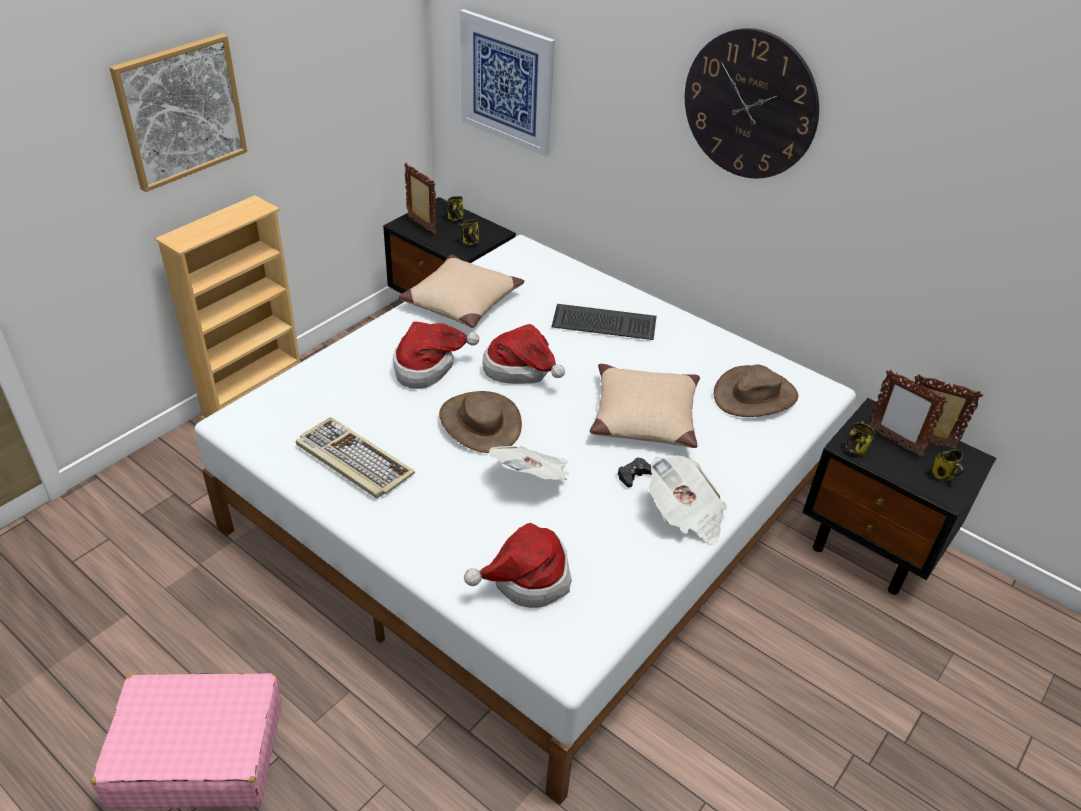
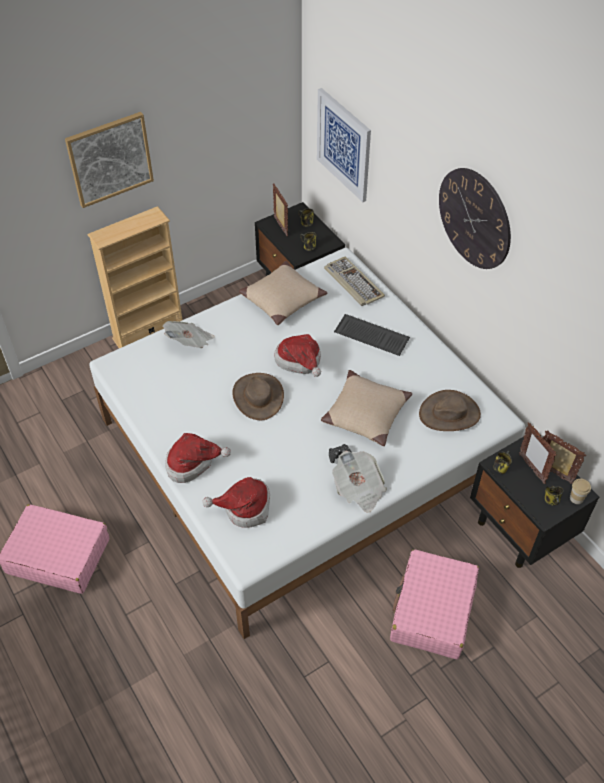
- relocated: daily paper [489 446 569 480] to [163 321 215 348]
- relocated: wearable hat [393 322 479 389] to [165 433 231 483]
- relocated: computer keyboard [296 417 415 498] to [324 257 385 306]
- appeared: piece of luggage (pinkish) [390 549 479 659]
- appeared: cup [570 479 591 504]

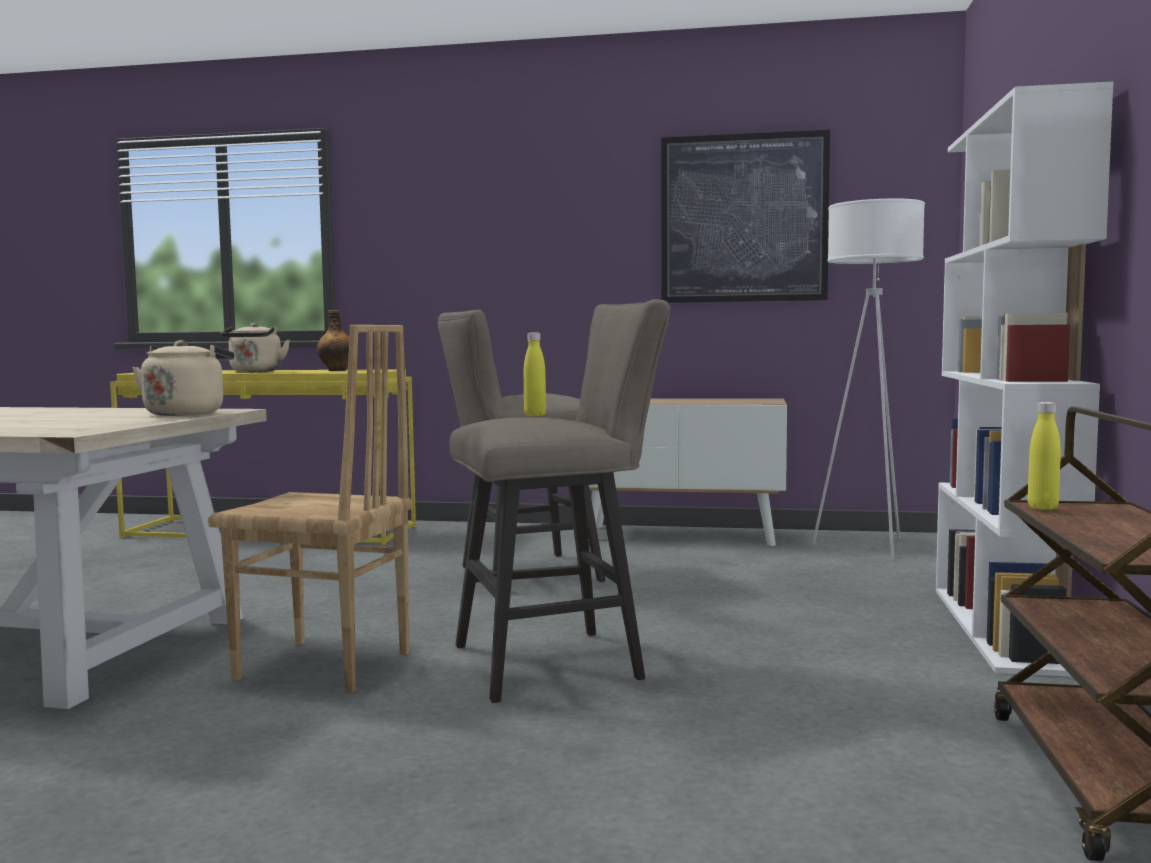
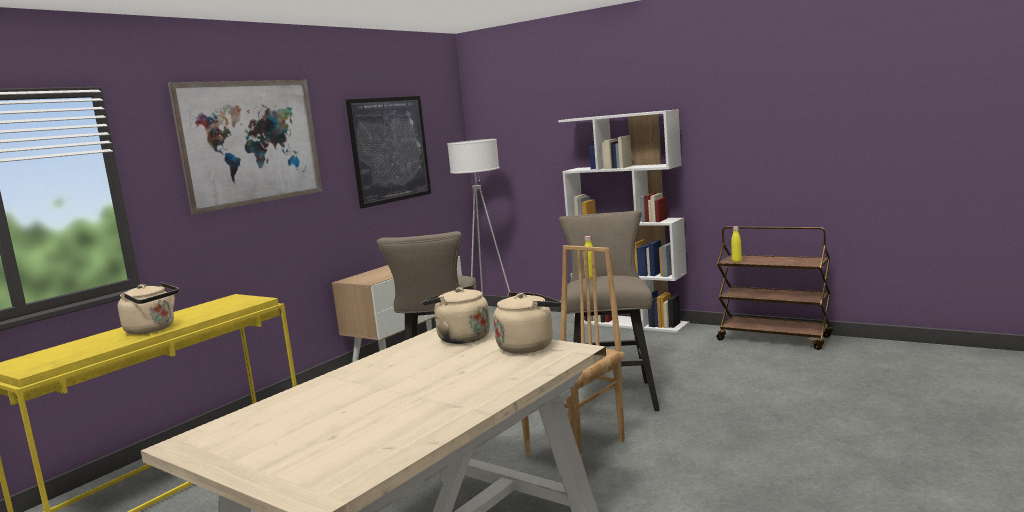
- appeared: wall picture [168 80 322 215]
- appeared: water kettle (beige-coloured) [494 292 561 354]
- missing: drink bottle [317 310 349 371]

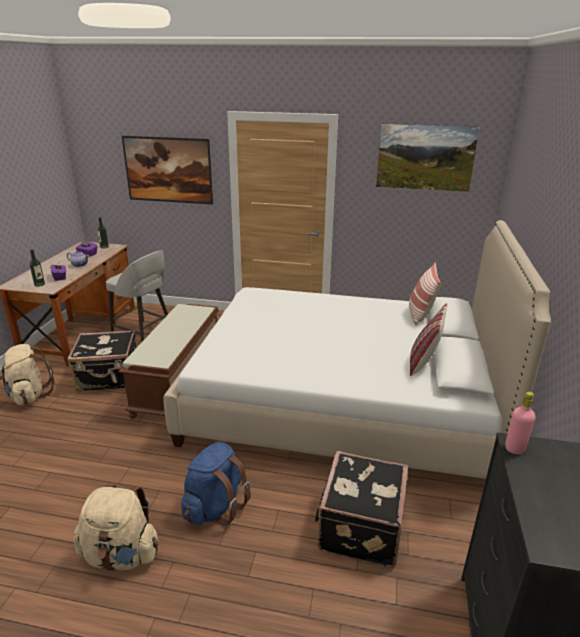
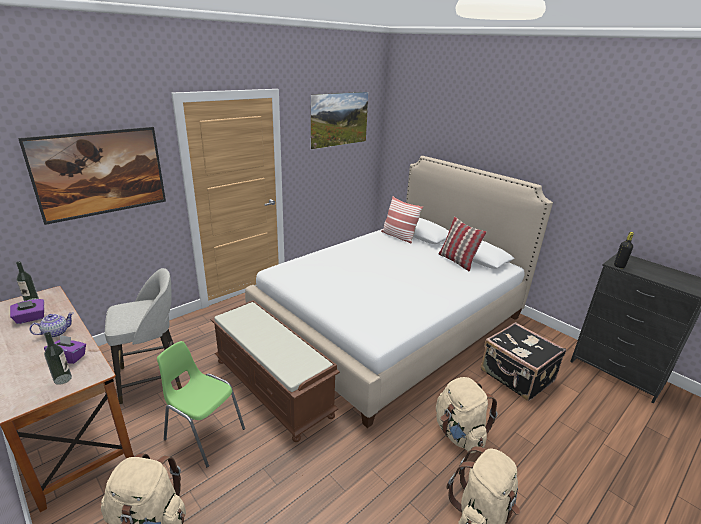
- exchanged: piece of luggage (black) [68 330 137 391] to chair (green-coloured) [157 341 245 467]
- colour: backpack (blue-coloured) [181 442 251 526] to backpack (beige-coloured) [436 377 498 453]
- colour: drink bottle (pinkish) [505 391 535 454] to drink bottle (black) [614 232 634 268]

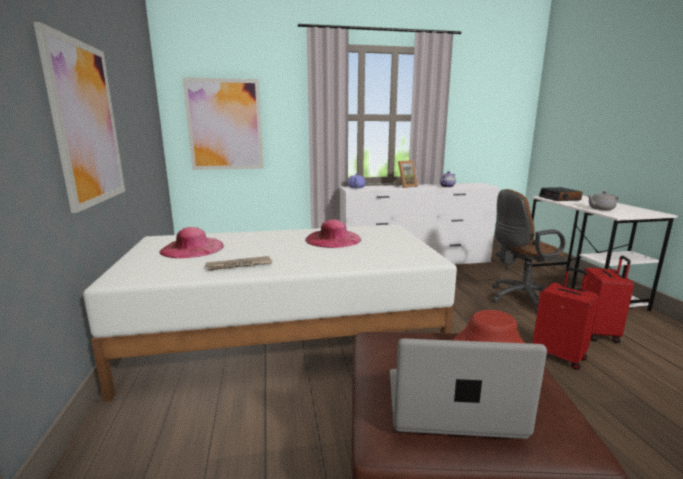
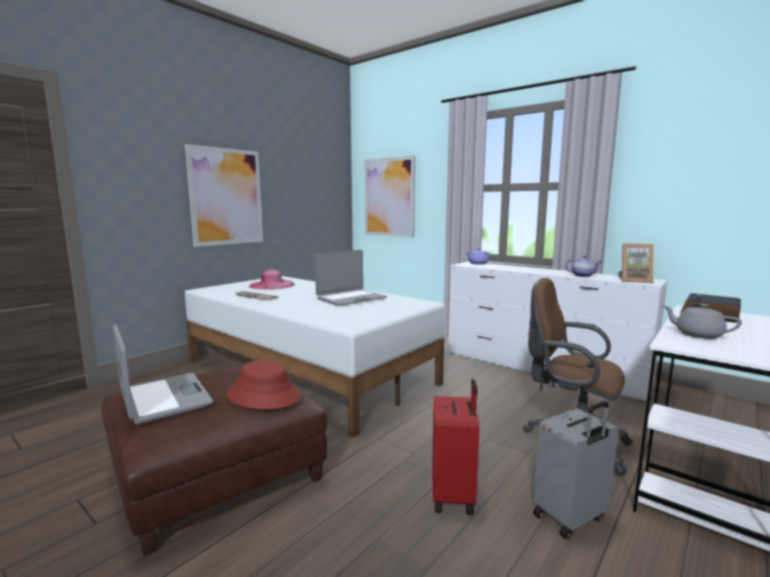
- exchanged: wearable hat (pinkish) [305 219 361 248] to notebook computer [315 250 387 306]
- colour: piece of luggage (reddish) [581 256 634 343] to piece of luggage (gray) [533 401 619 539]
- relocated: photo frame [393 160 418 188] to [618 243 654 283]

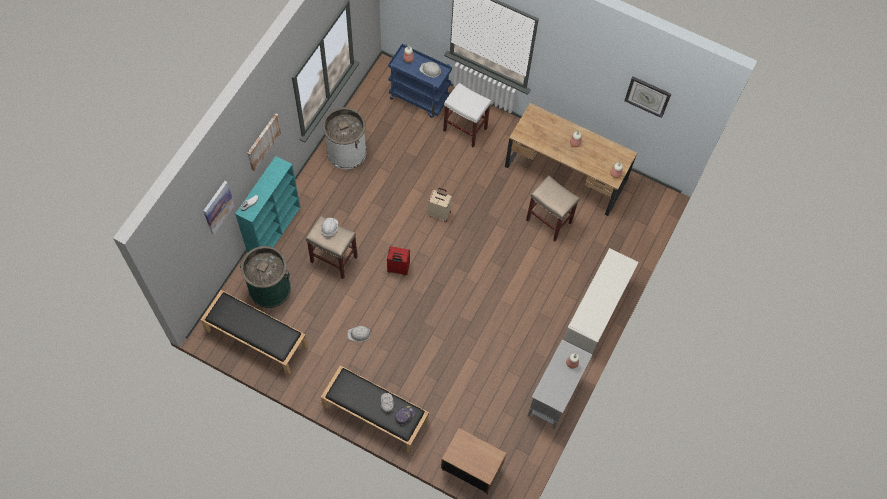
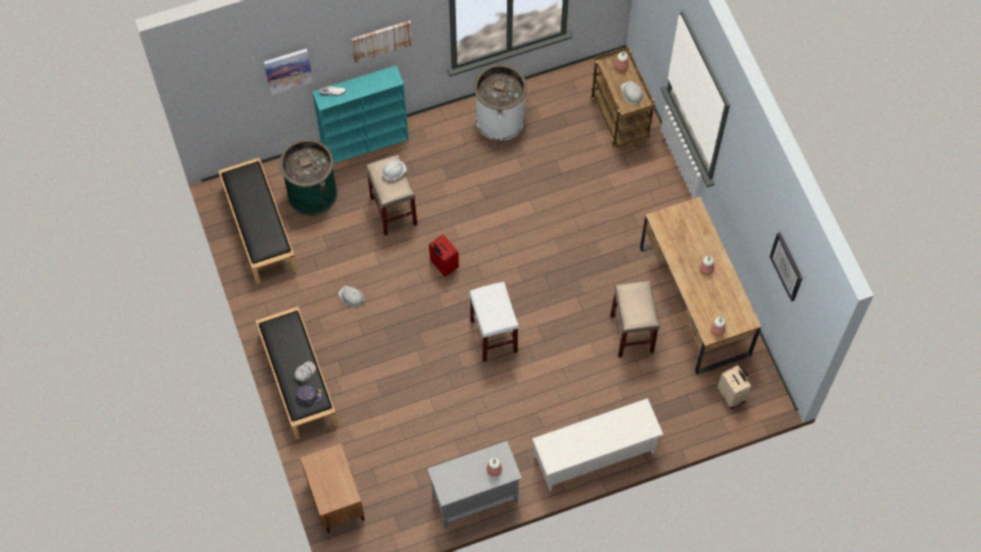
- relocated: sitting stool (white) [443 83 491 147] to [469 282 519 362]
- colour: cart (blue-coloured) [388 44 452 118] to cart (brown-coloured) [591 47 655 148]
- relocated: piece of luggage (beige-coloured) [428 188 452 222] to [718 365 751 409]

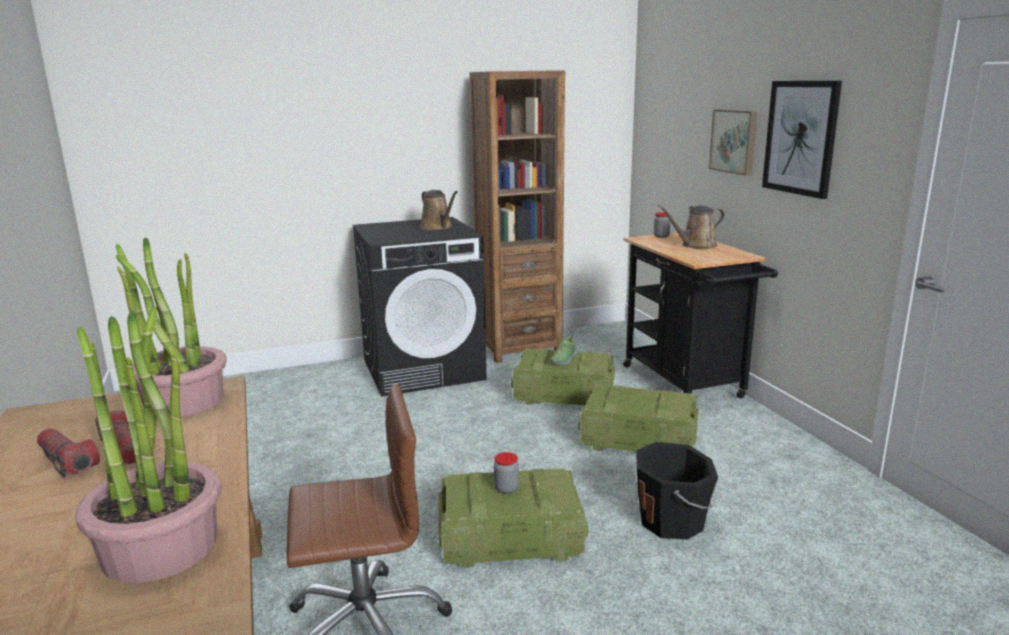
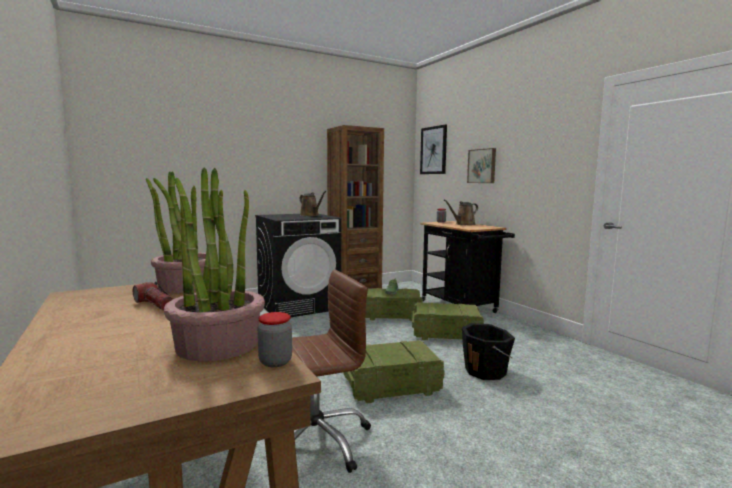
- relocated: preserve jar [494 452 519 494] to [258 312 292 367]
- relocated: wall picture [762 81 842 199] to [420 124 447 174]
- missing: flashlight [37 428 100 477]

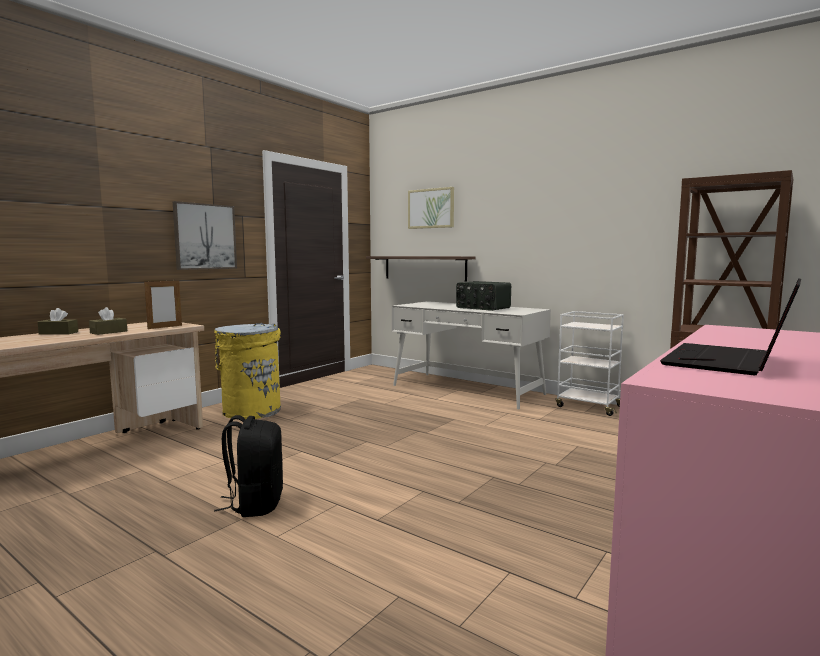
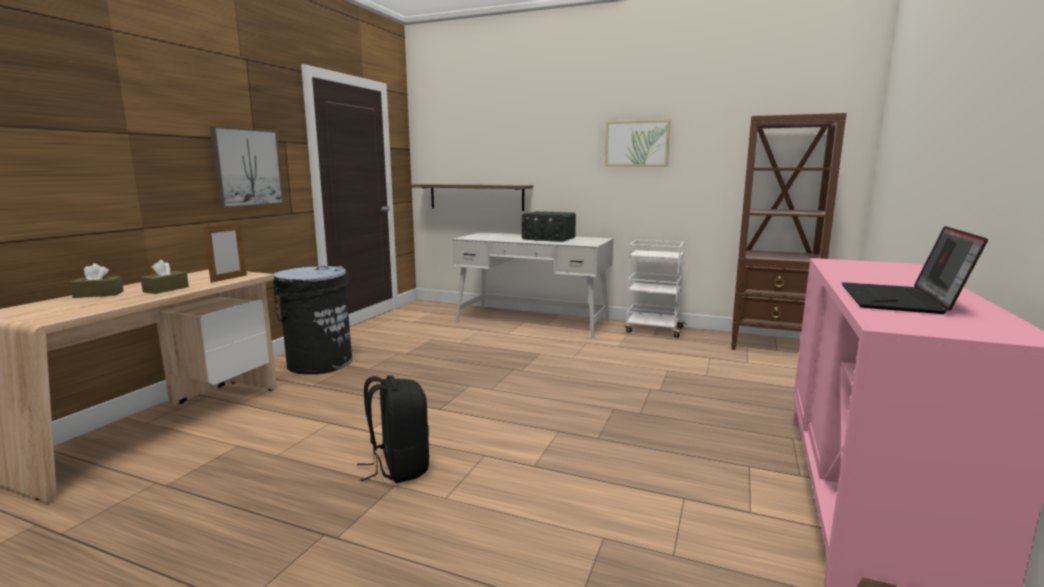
- colour: waste bin (yellow) [214 323 281 420] to waste bin (black) [273 266 352 375]
- relocated: wall picture [408 187 454 229] to [605 119 671 167]

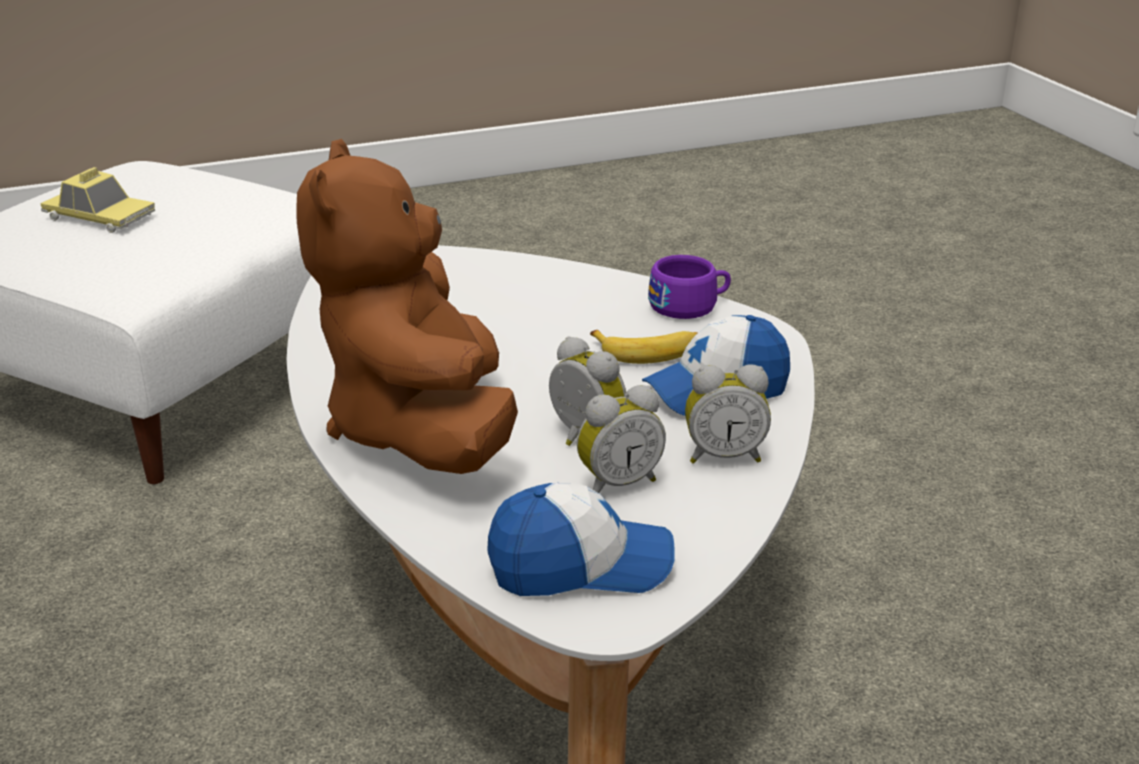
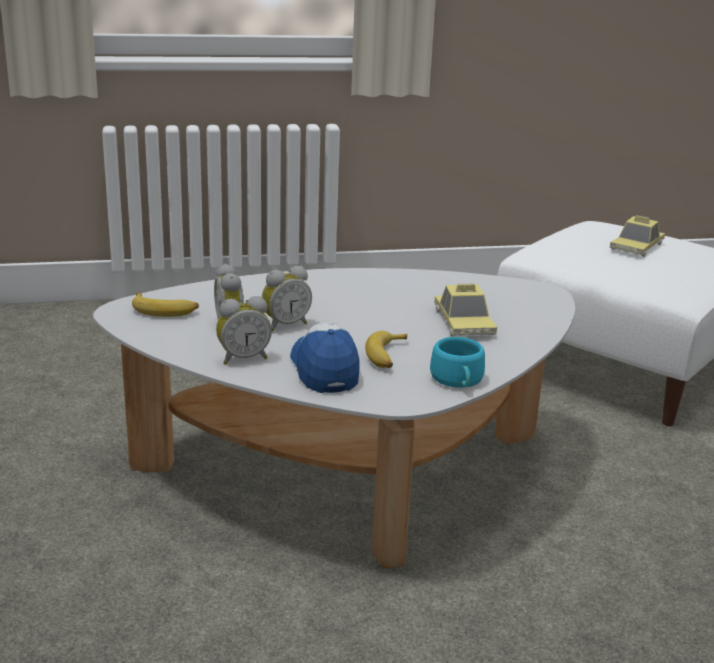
- exchanged: baseball cap [487 483 674 596] to banana [132 293 199 317]
- spun: table clock [685 364 771 464] = [216 296 272 365] 120 degrees counterclockwise
- colour: cup (purplish) [648 255 731 319] to cup (turquoise-coloured) [430 337 485 388]
- appeared: toy car [434 284 497 337]
- missing: soft toy (brown-coloured) [297 139 518 474]

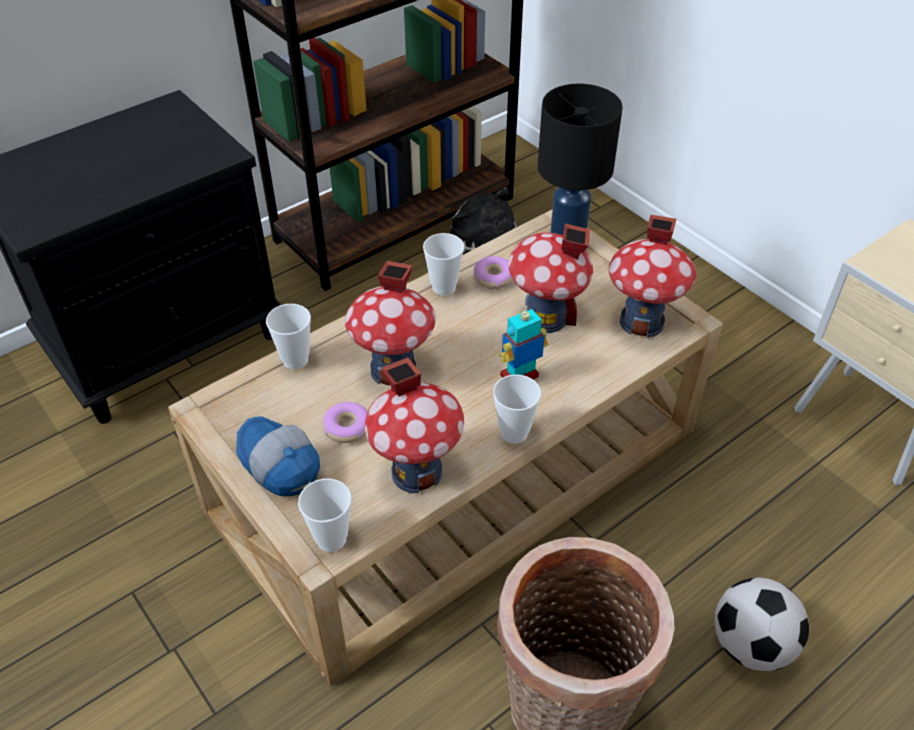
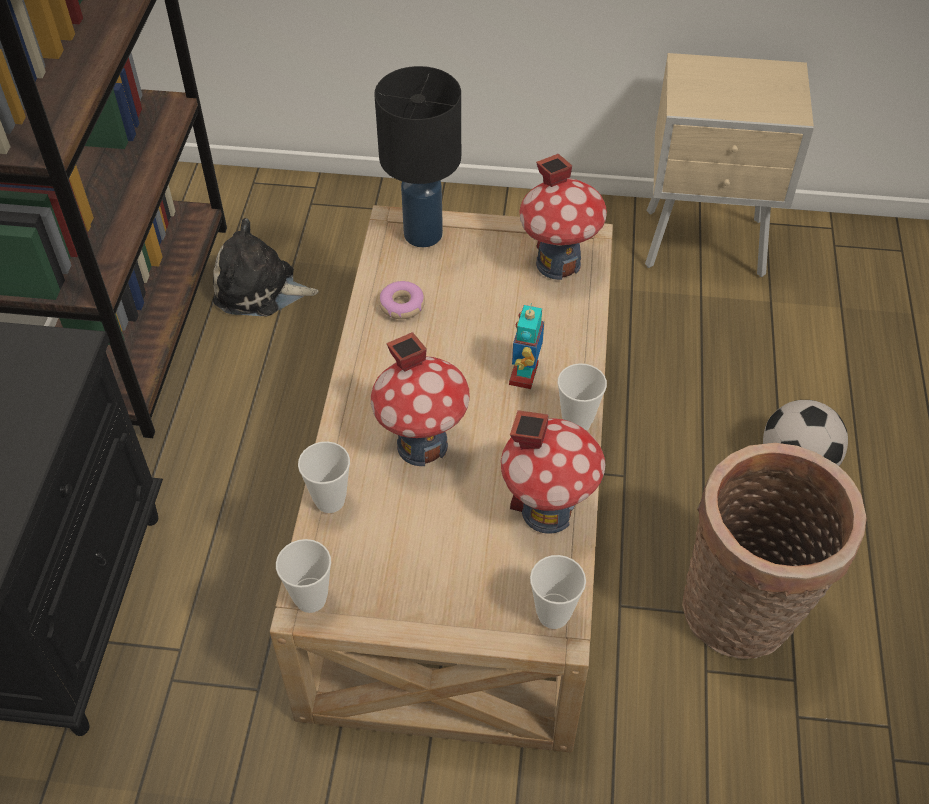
- relocated: cup [423 233 464 296] to [276 539 331 613]
- missing: baseball cap [236 416 320 496]
- missing: donut [322 402 368 443]
- missing: miniature house [508 223 593 333]

